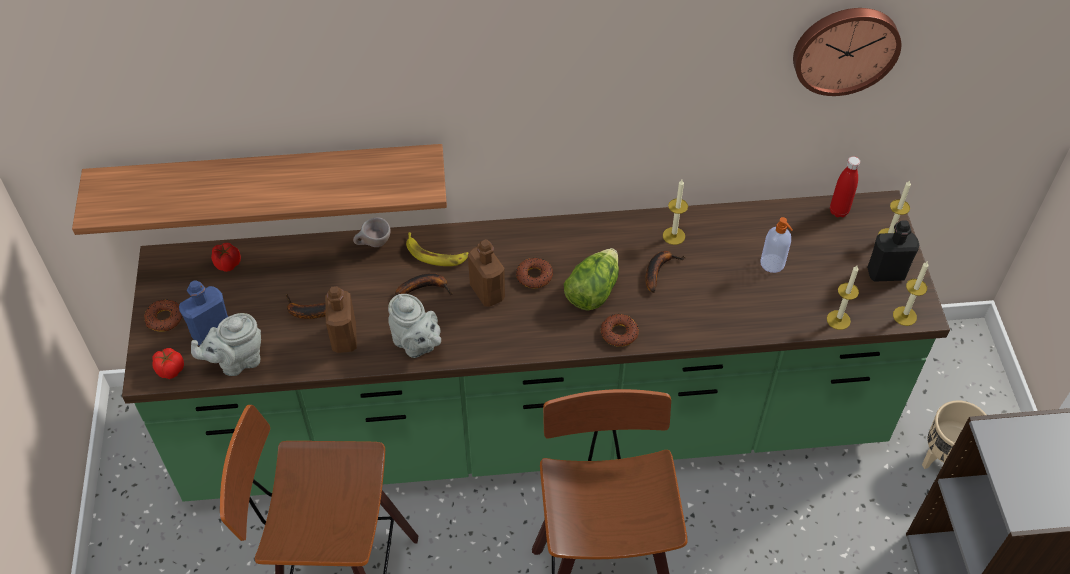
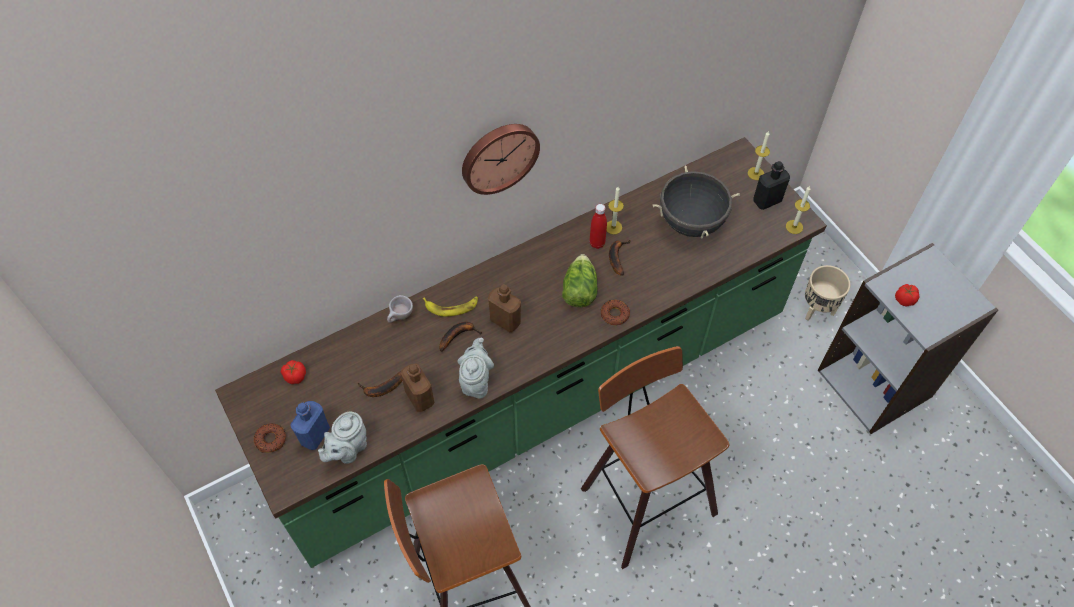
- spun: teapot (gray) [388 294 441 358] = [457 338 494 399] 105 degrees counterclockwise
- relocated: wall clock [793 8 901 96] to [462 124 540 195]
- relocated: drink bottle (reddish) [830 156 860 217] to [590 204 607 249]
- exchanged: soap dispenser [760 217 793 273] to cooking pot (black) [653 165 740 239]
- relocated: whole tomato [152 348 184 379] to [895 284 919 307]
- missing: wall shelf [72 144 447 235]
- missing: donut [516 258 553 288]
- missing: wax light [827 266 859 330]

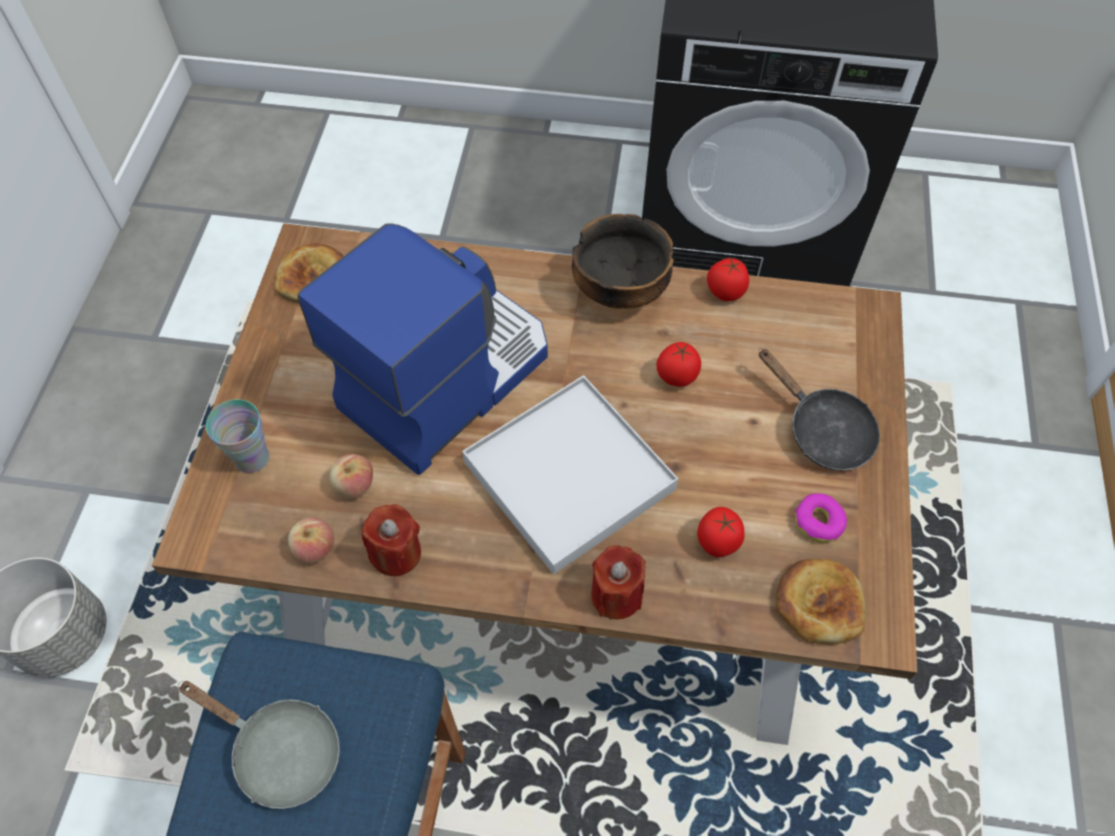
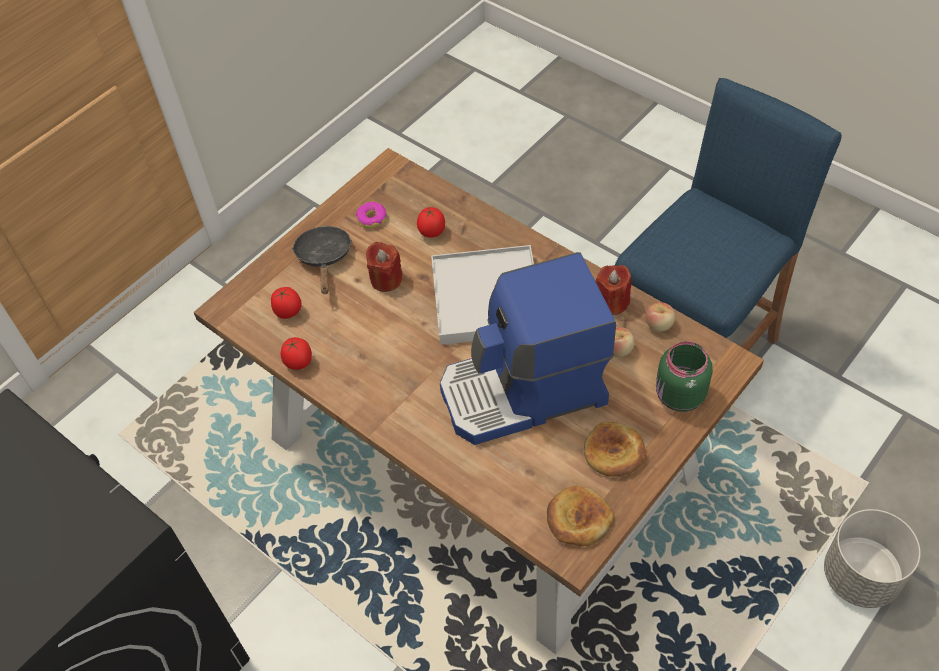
- relocated: whole tomato [656 342 701 387] to [271 287 302 319]
- relocated: wax light (reddish) [591 545 646 619] to [366 242 403 292]
- relocated: bakery bread [775 559 866 645] to [584 422 646 477]
- exchanged: cup [206 399 269 473] to preserve jar (green-coloured) [656 341 713 412]
- missing: frying pan (gray) [178 681 340 809]
- missing: bowl [572 214 674 309]

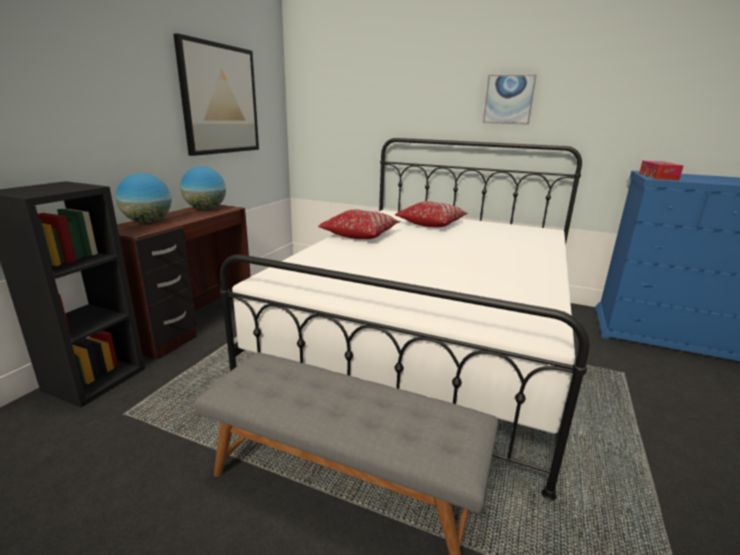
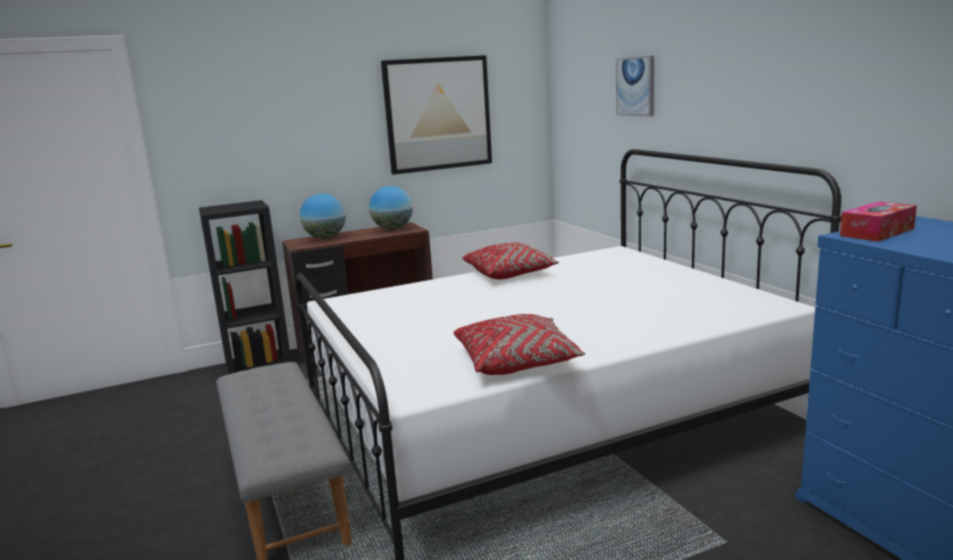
- relocated: pillow (reddish) [395 201 468 227] to [453 314 586 375]
- relocated: wall picture [483 75 536 125] to [616 56 654 117]

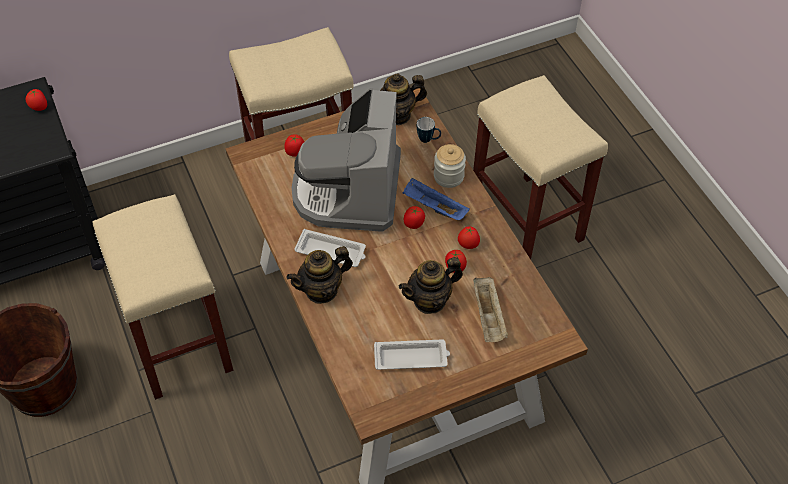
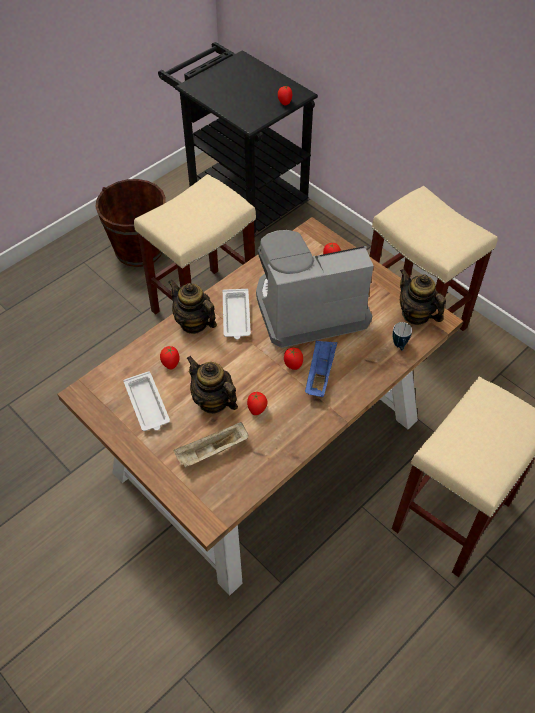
- relocated: whole tomato [458 226 480 249] to [160 346 180 370]
- missing: preserve jar [434 144 466 188]

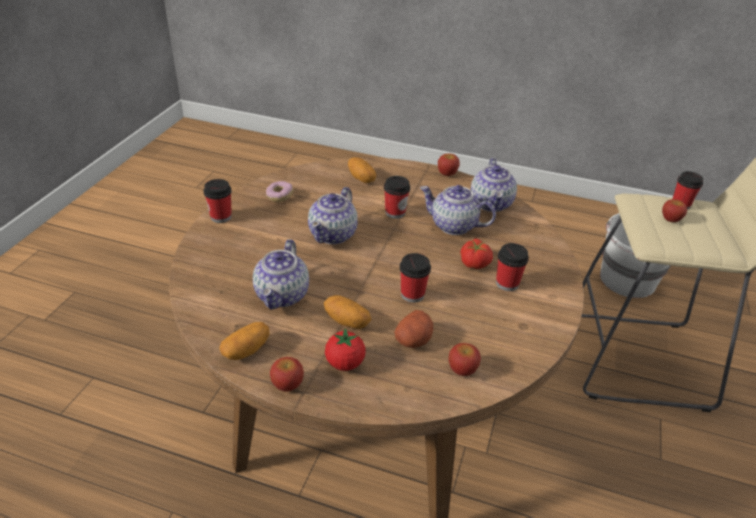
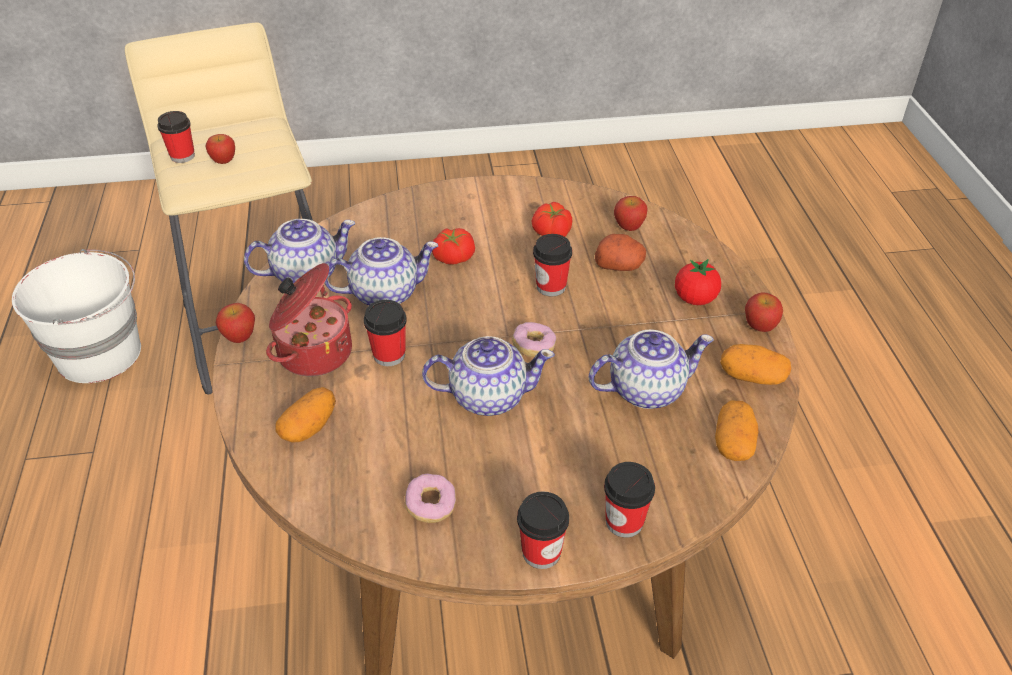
- appeared: cooking pot [266 263 352 376]
- spun: teapot [420 185 496 235] = [325 237 438 305] 105 degrees counterclockwise
- appeared: donut [512 322 557 357]
- appeared: whole tomato [531 202 572 237]
- relocated: cup [496 243 529 291] to [604 462 655 538]
- relocated: whole potato [324 295 372 329] to [715 400 758 461]

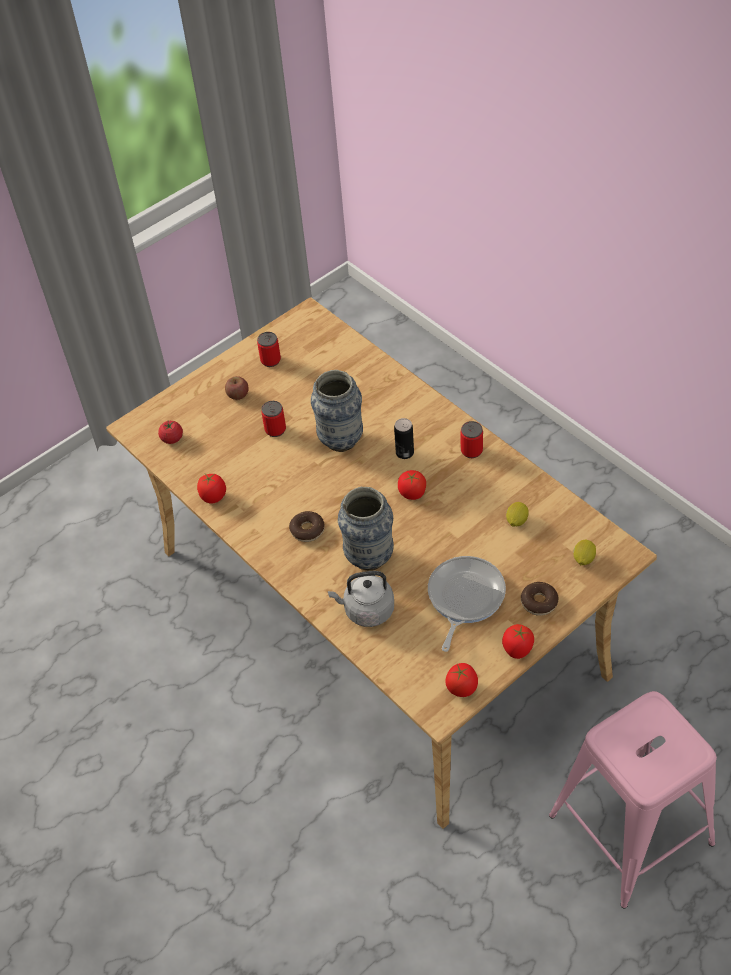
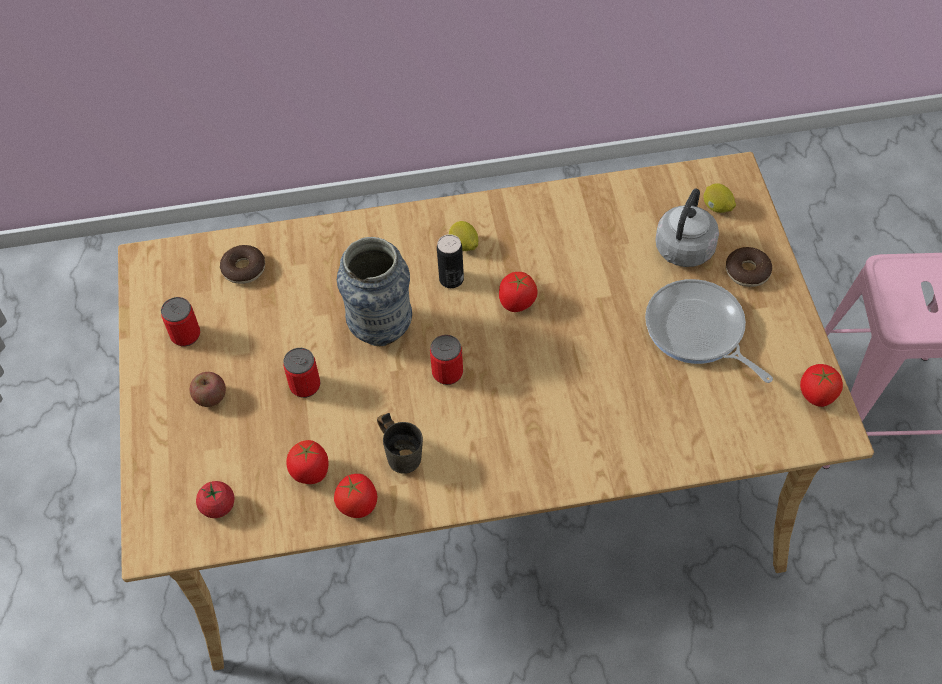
- relocated: donut [289 511 325 542] to [220 245 265 284]
- relocated: whole tomato [502 624 534 659] to [286 440 329 484]
- appeared: mug (gray) [377 413 423 474]
- relocated: sealed can [461 421 483 458] to [430 335 463 385]
- relocated: citrus fruit [506 502 529 526] to [449 221 478 251]
- relocated: water kettle (gray) [328 571 394 627] to [655 189 719 267]
- missing: decorative vase [338 487 394 571]

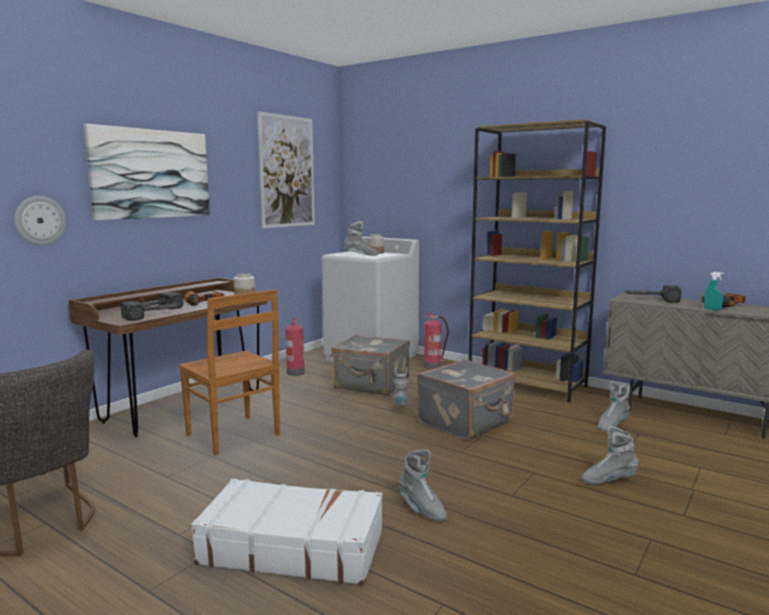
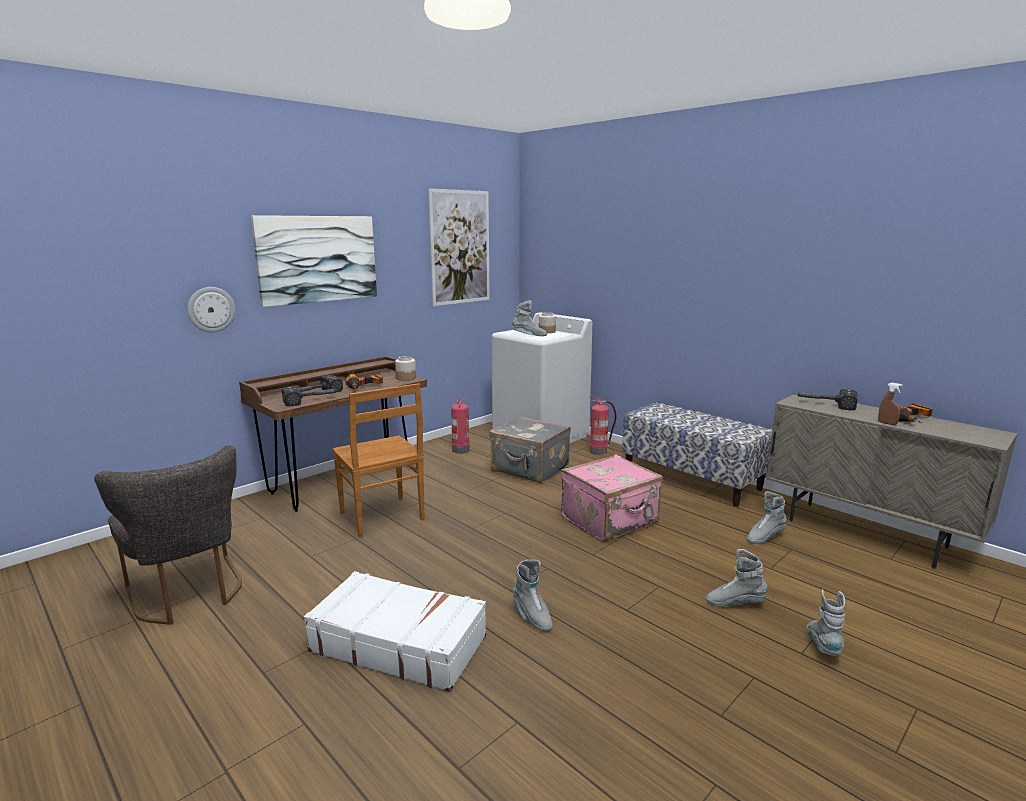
- colour: piece of luggage (gray) [417 359 516 440] to piece of luggage (pinkish) [561 454 663 542]
- exchanged: bookcase (brown-coloured) [468 119 606 402] to long seat [622 402 773 507]
- relocated: high-top boot (gray) [393 367 410 406] to [806 589 845 656]
- colour: sprayer (turquoise-coloured) [704 272 724 310] to sprayer (brown-coloured) [878 383 903 425]

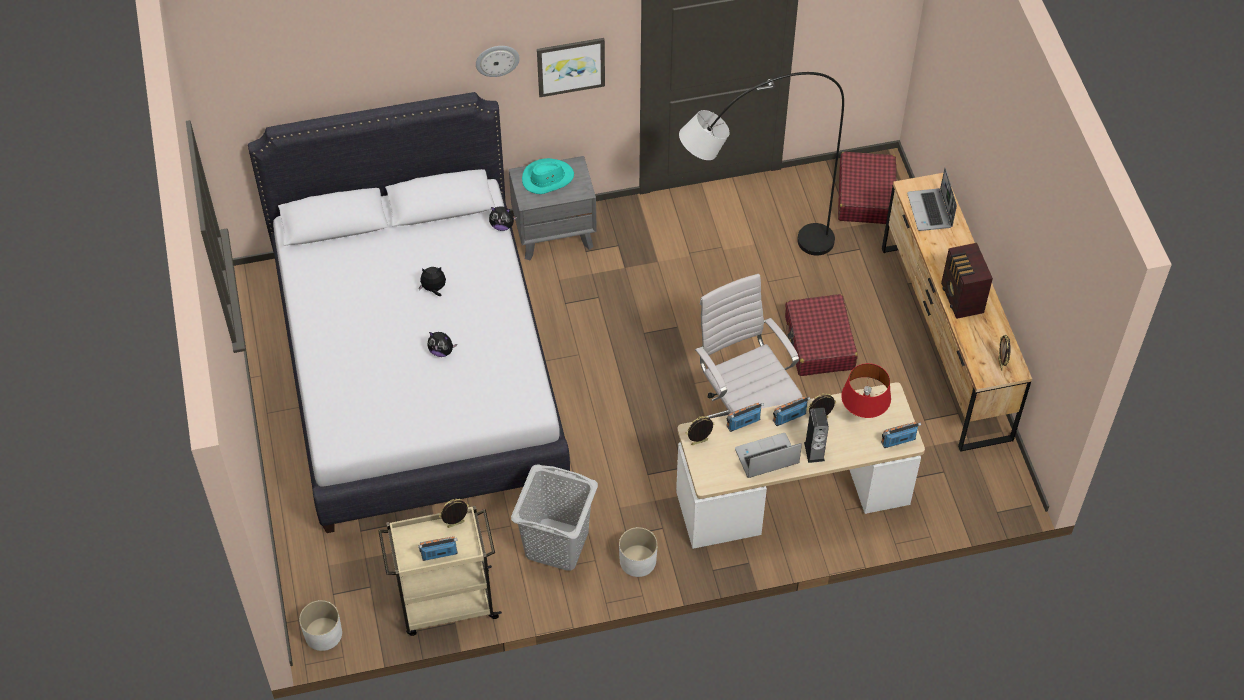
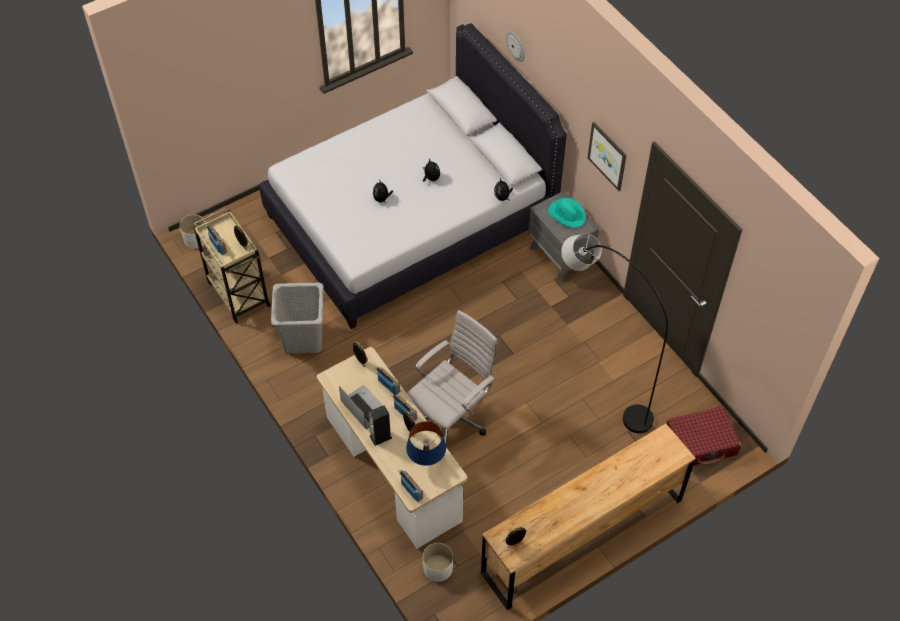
- colour: table lamp (reddish) [841 363 891 418] to table lamp (blue-coloured) [406 421 446 466]
- relocated: planter (white) [619 527 658 577] to [422 543 453 582]
- relocated: wall clock [476 46 520 77] to [506 31 525 62]
- missing: piece of luggage (reddish) [785 294 858 376]
- missing: notebook computer [907 168 957 231]
- missing: radio set [941 243 993 319]

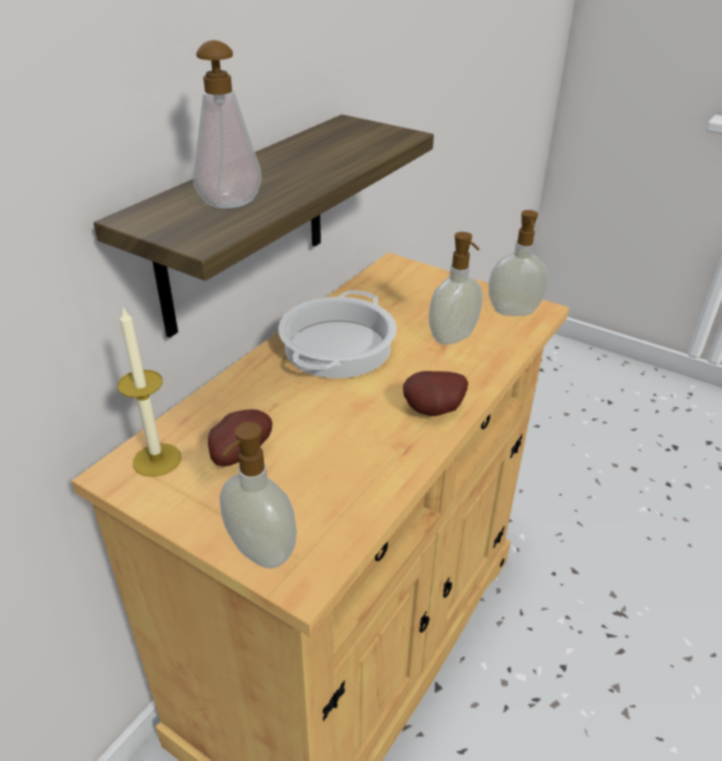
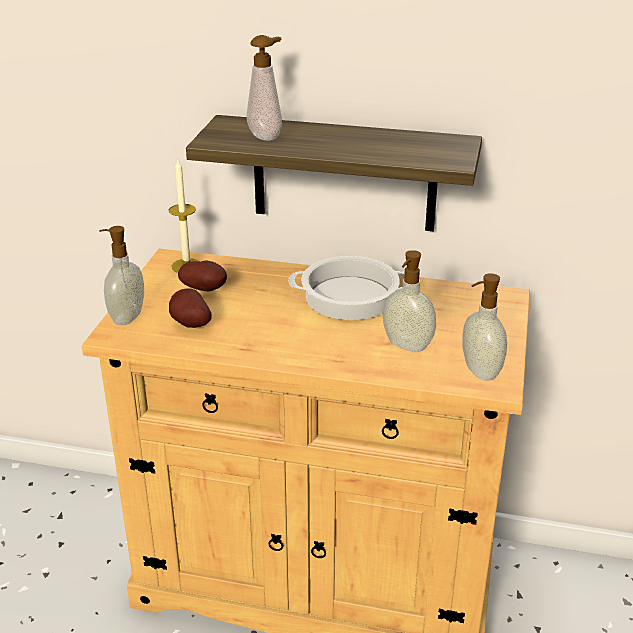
- relocated: whole potato [403 371 468 416] to [169 289 212 328]

